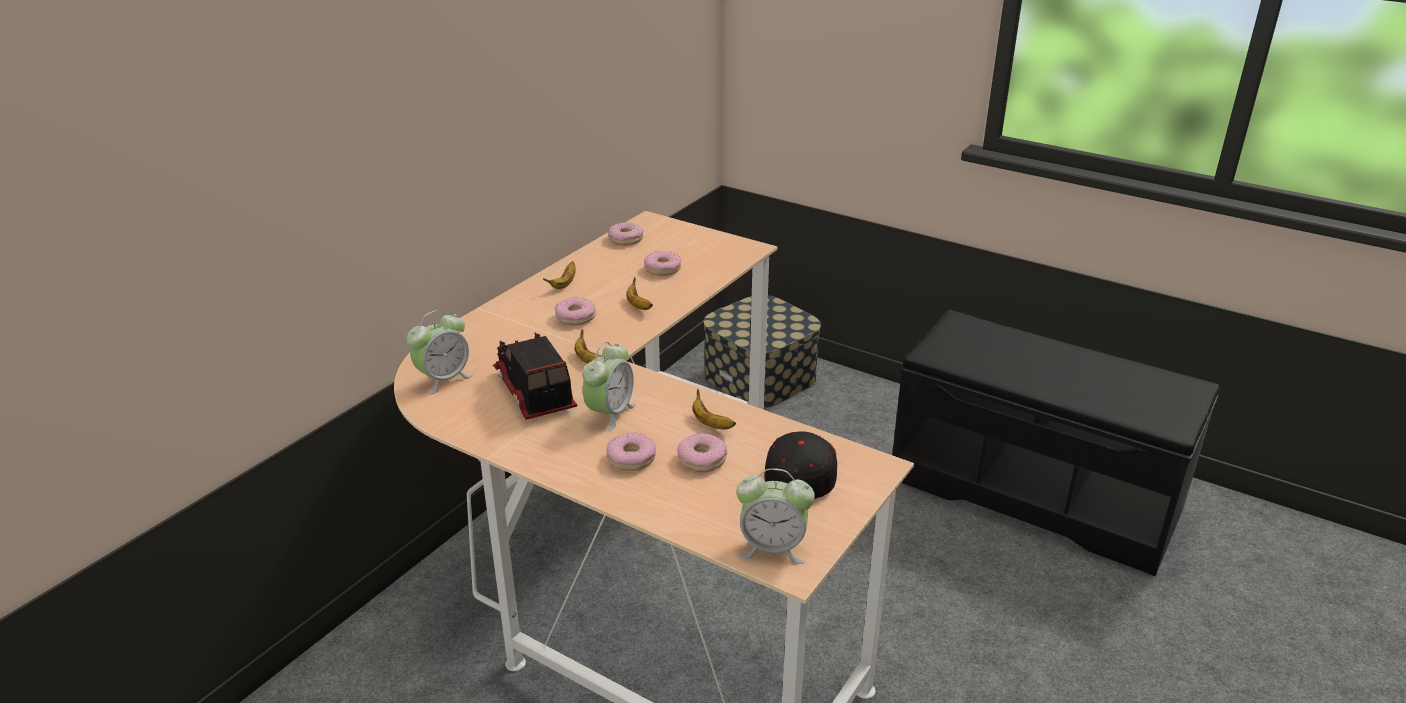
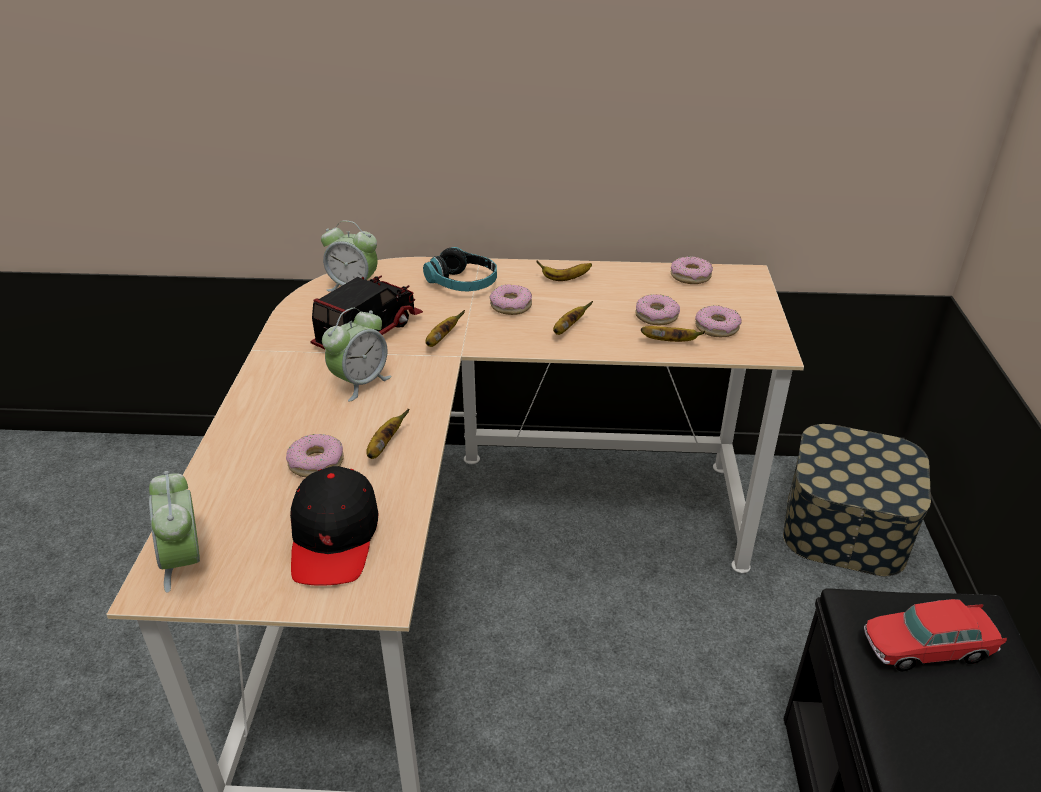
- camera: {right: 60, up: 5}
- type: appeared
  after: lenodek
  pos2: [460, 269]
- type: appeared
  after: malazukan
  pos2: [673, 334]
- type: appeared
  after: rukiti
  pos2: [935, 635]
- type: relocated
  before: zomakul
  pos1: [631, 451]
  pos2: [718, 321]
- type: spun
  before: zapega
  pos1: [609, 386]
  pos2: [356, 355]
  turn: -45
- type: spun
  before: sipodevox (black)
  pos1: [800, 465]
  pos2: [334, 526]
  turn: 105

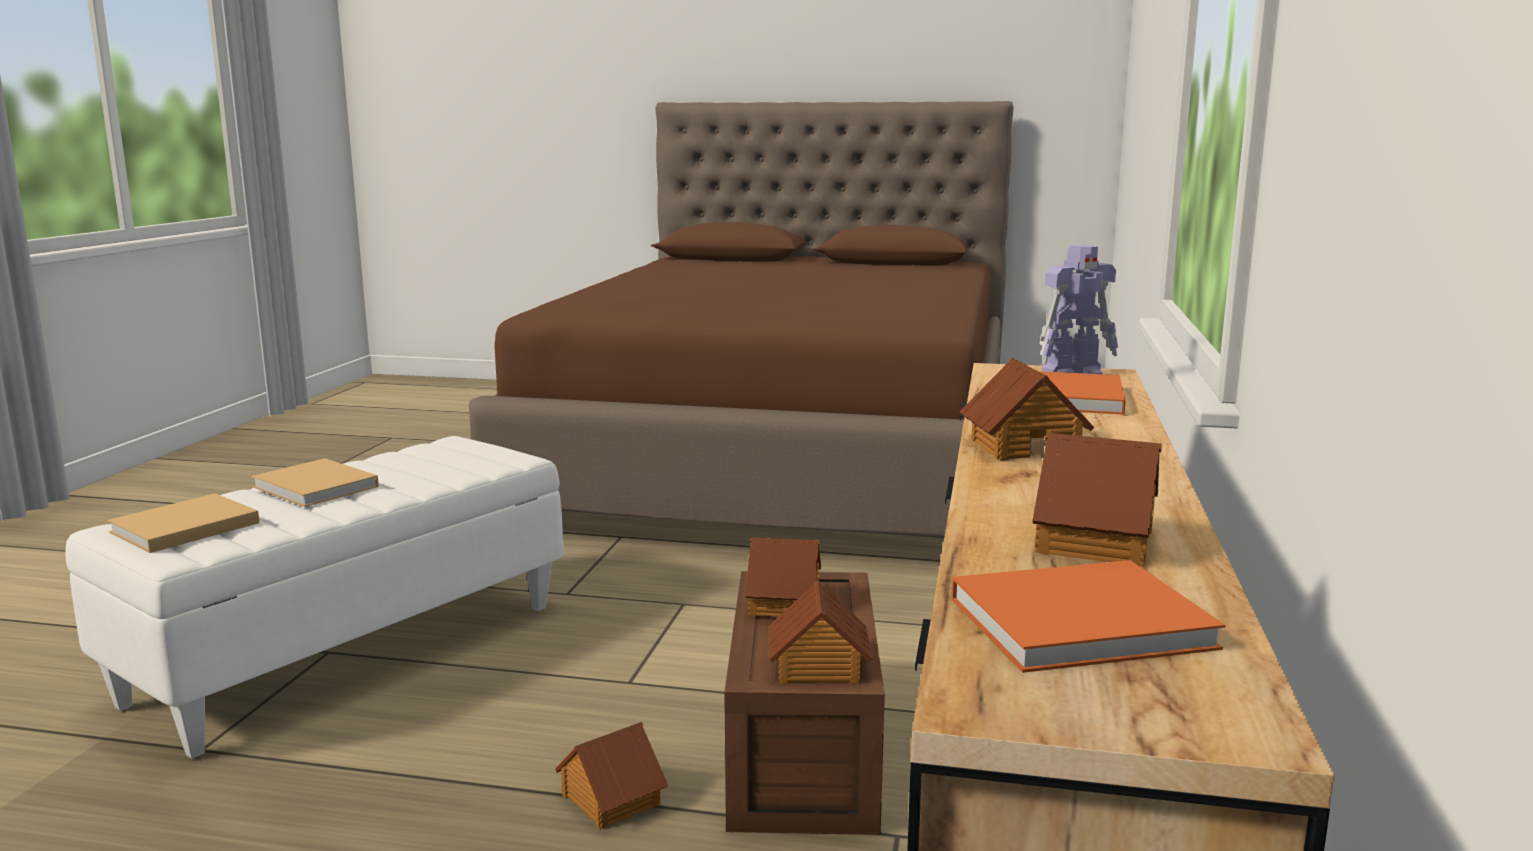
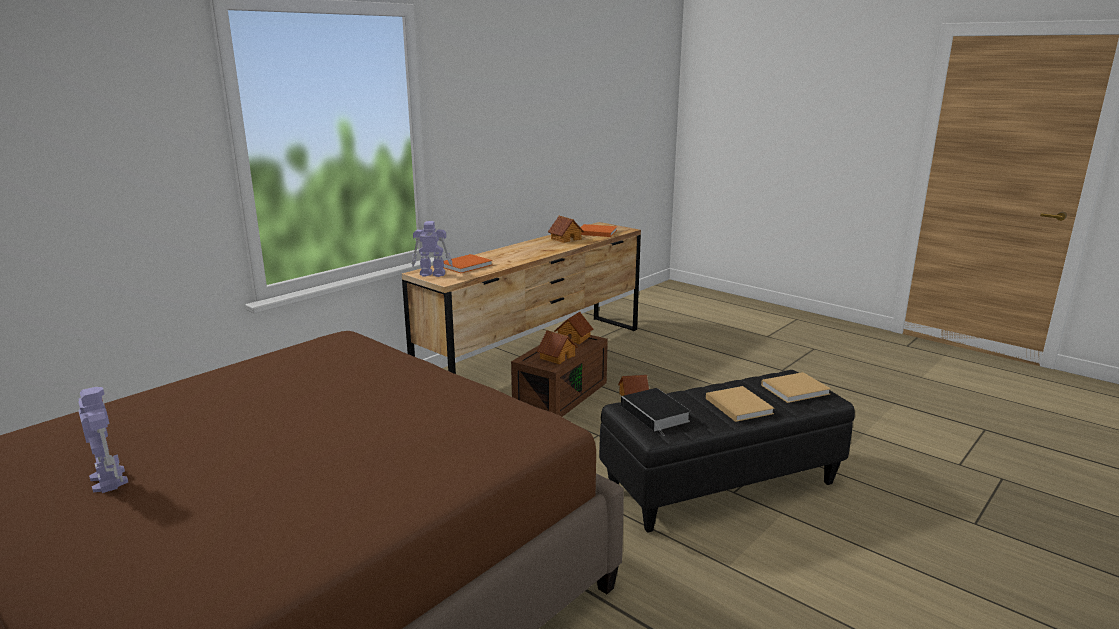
- camera: {right: -150, up: 5}
- type: missing
  before: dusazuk
  pos1: [1027, 409]
- type: appeared
  after: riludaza
  pos2: [103, 440]
- type: appeared
  after: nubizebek
  pos2: [656, 412]
- type: colour
  before: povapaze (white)
  after: povapaze (black)
  pos1: [315, 597]
  pos2: [727, 451]

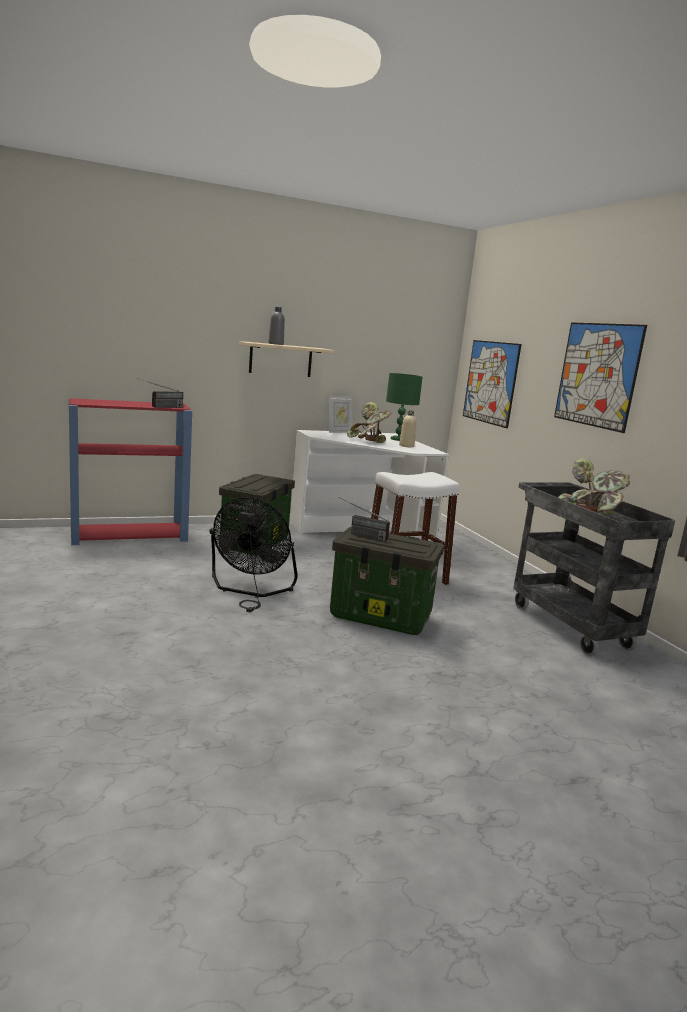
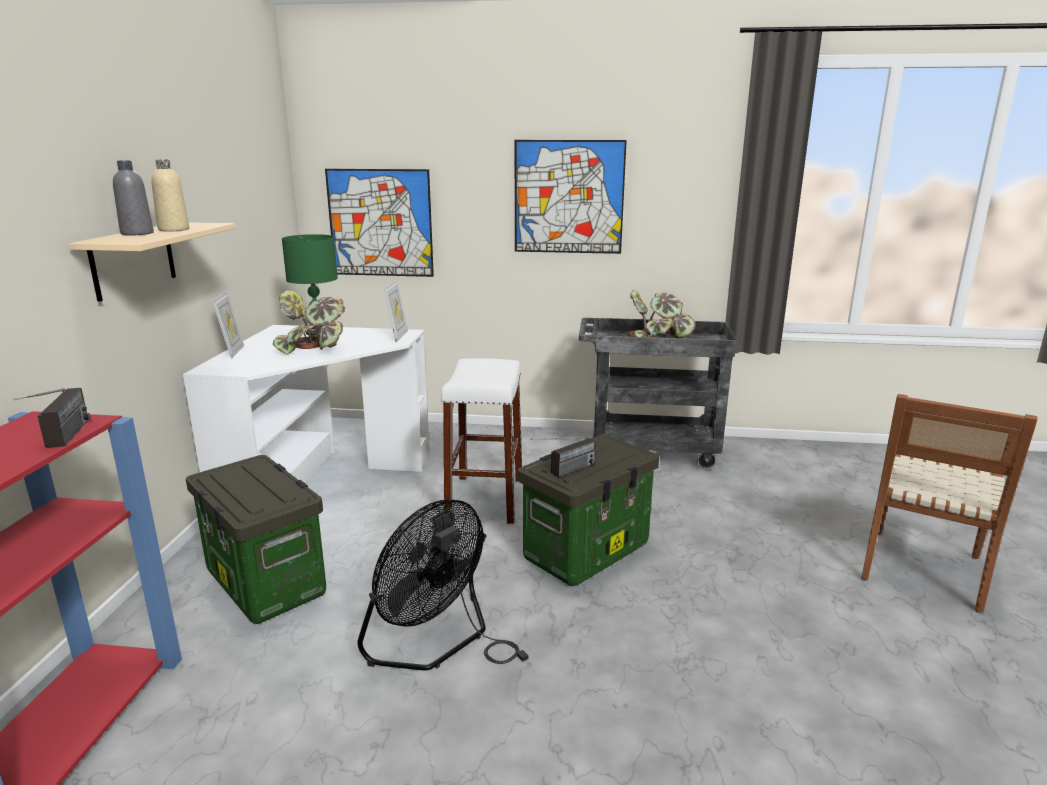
- camera: {right: -60, up: 5}
- type: appeared
  after: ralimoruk
  pos2: [395, 311]
- type: appeared
  after: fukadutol
  pos2: [949, 503]
- type: relocated
  before: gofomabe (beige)
  pos1: [408, 428]
  pos2: [170, 195]

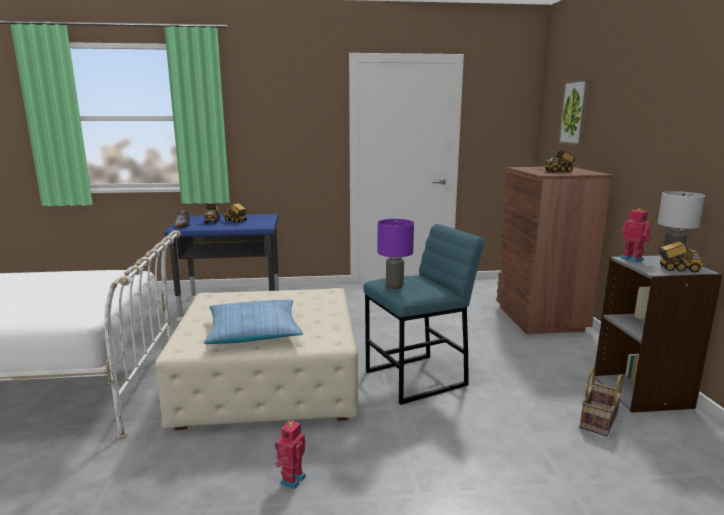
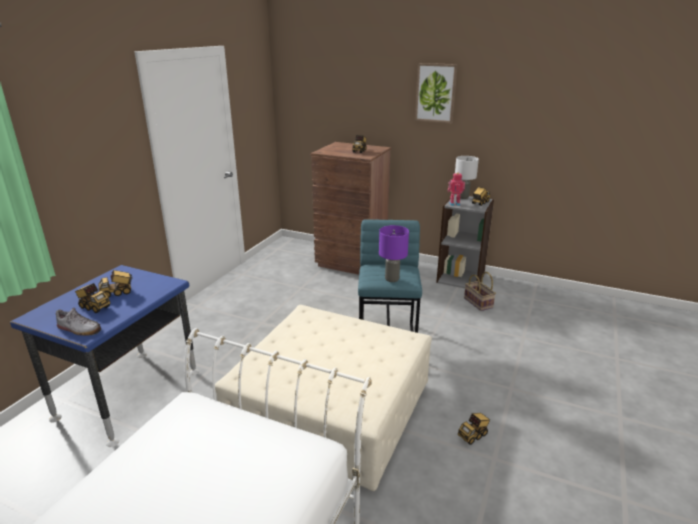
- camera: {right: -60, up: 10}
- type: missing
  before: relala
  pos1: [253, 322]
- type: relocated
  before: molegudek
  pos1: [574, 112]
  pos2: [436, 93]
- type: exchanged
  before: riludaza
  after: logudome
  pos1: [290, 454]
  pos2: [474, 429]

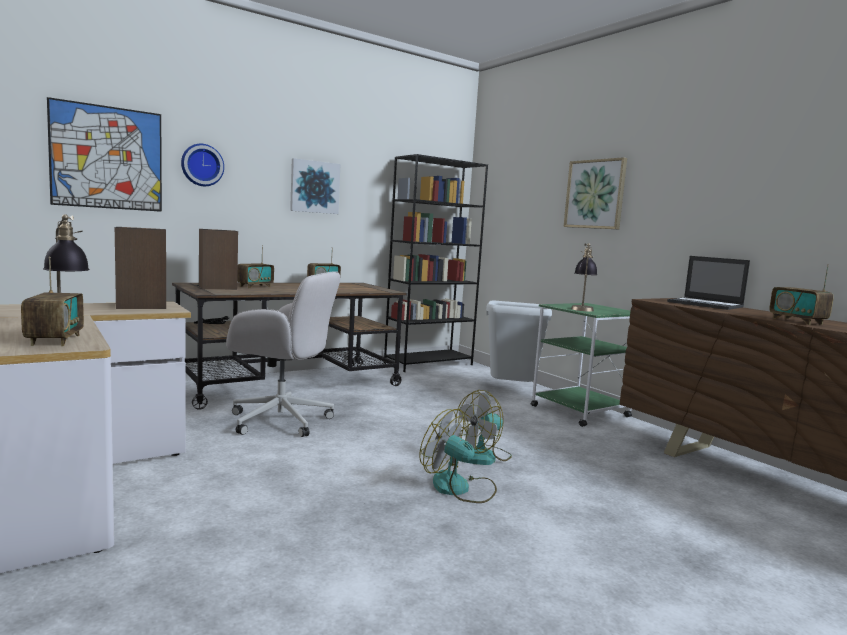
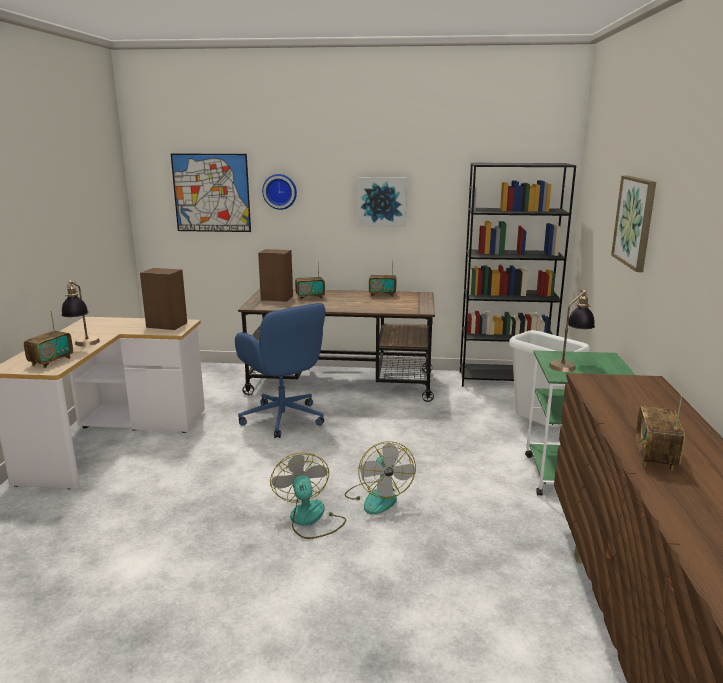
- camera: {right: 40, up: 10}
- type: missing
  before: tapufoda
  pos1: [708, 283]
- type: colour
  before: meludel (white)
  after: meludel (blue)
  pos1: [283, 354]
  pos2: [280, 370]
- type: spun
  before: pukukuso
  pos1: [483, 427]
  pos2: [380, 477]
  turn: -105

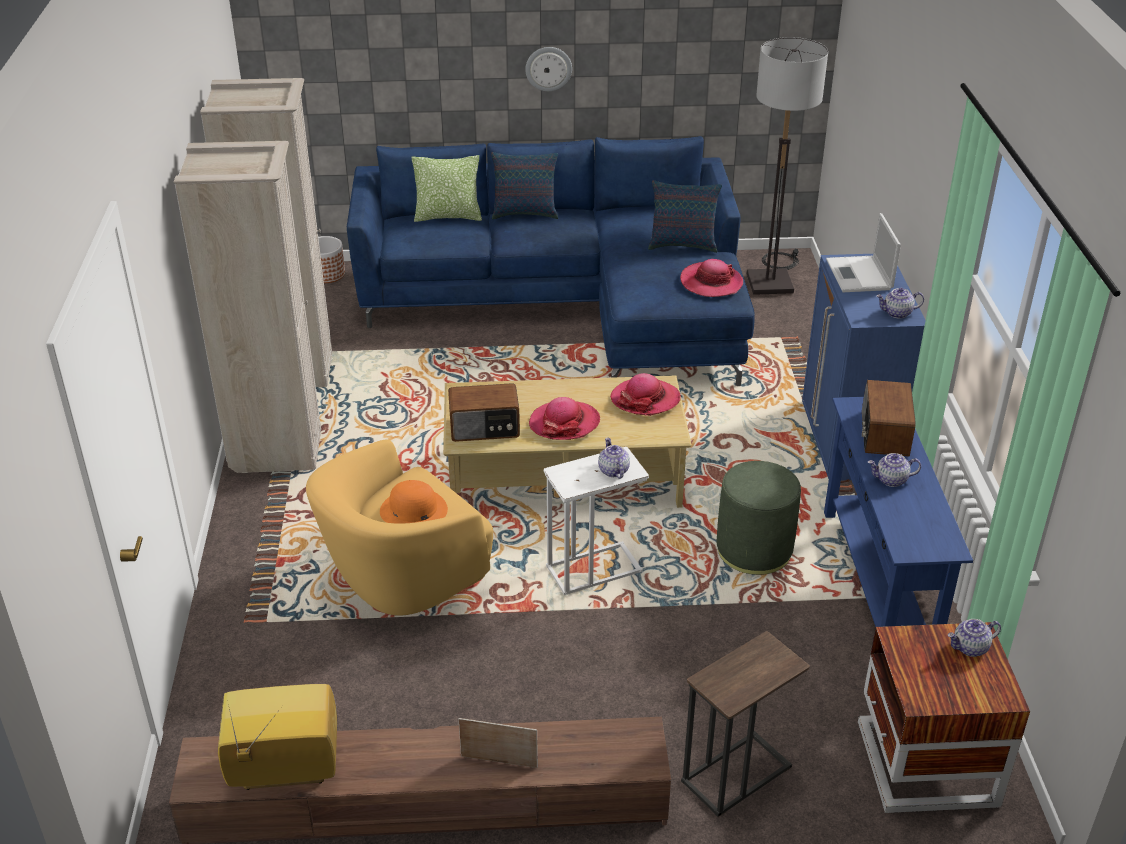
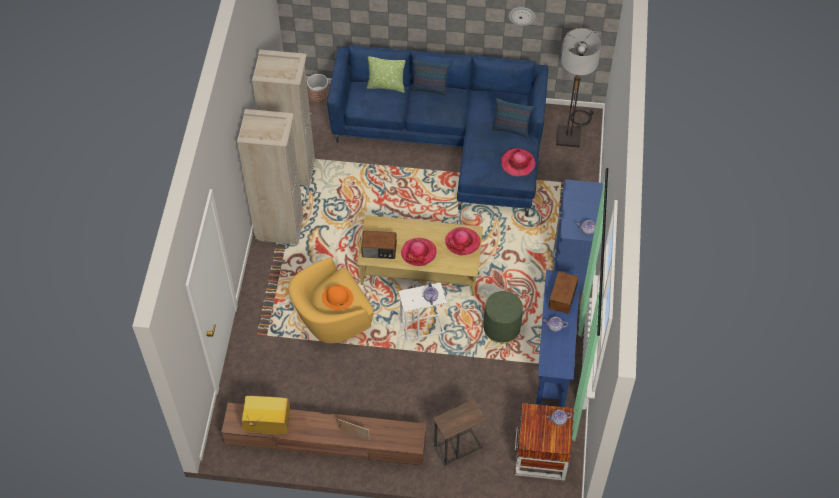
- camera: {right: 10, up: 20}
- type: missing
  before: tapufoda
  pos1: [863, 252]
- type: relocated
  before: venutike
  pos1: [548, 69]
  pos2: [522, 16]

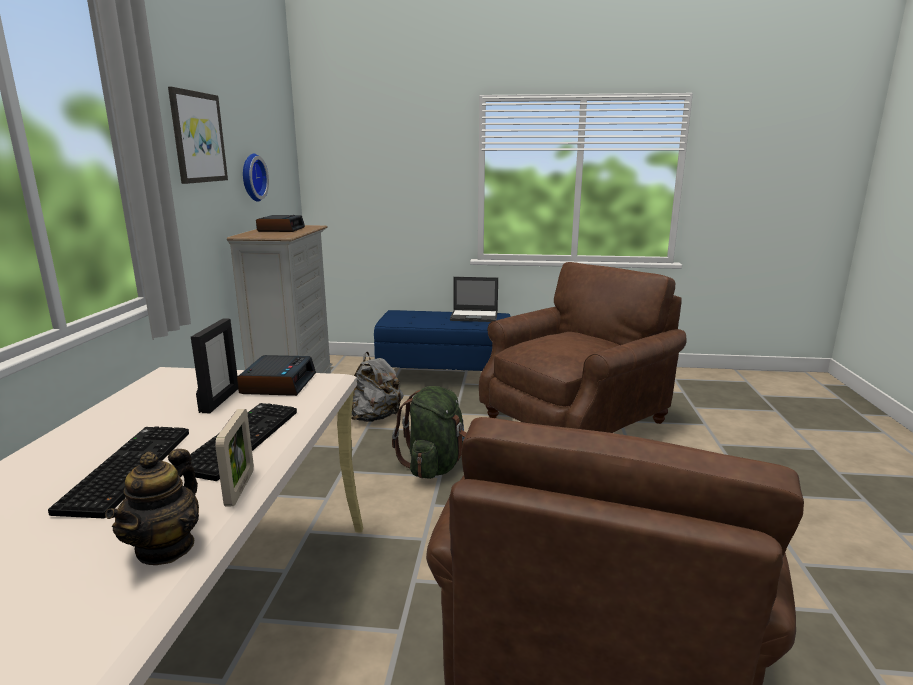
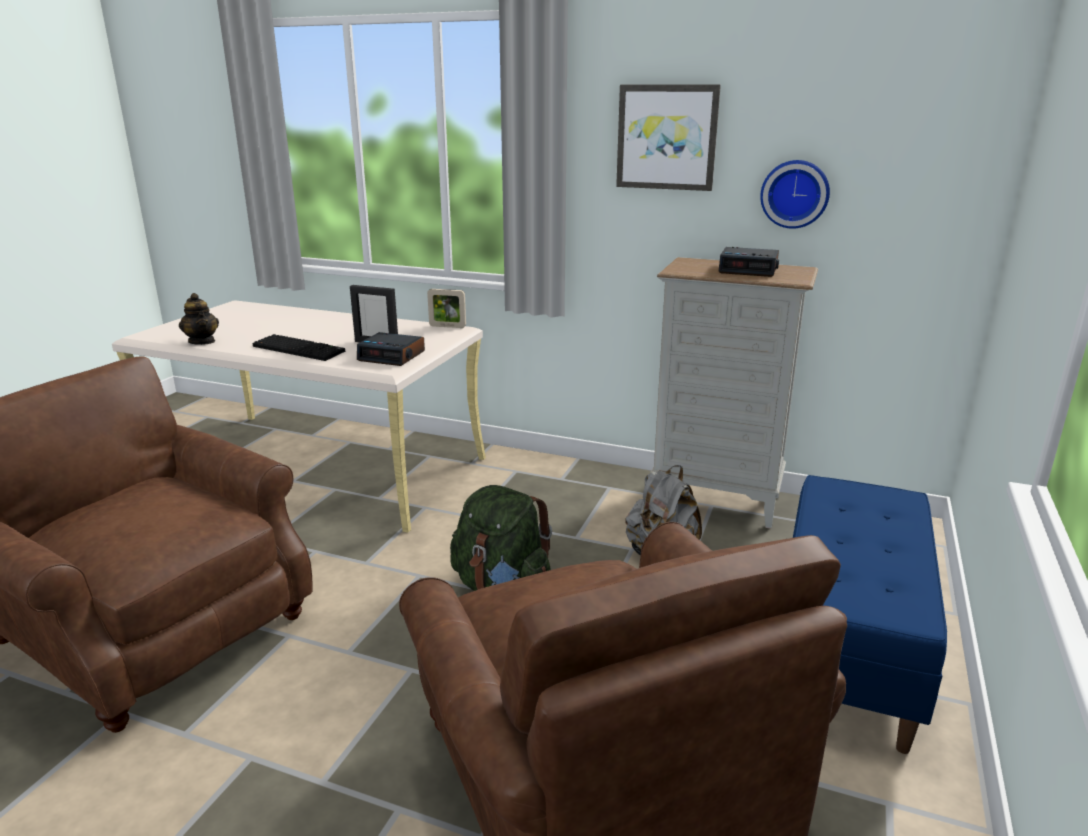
- camera: {right: 105, up: 5}
- type: missing
  before: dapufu
  pos1: [118, 472]
- type: missing
  before: tapufoda
  pos1: [474, 299]
- type: relocated
  before: ralimoruk
  pos1: [234, 458]
  pos2: [446, 308]
- type: spun
  before: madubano
  pos1: [152, 507]
  pos2: [199, 319]
  turn: -150

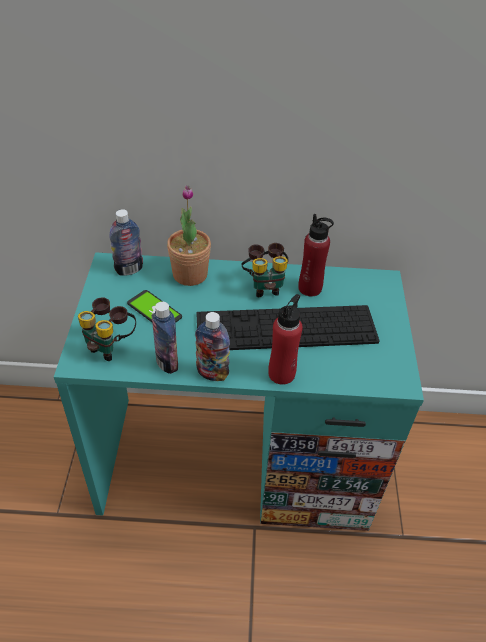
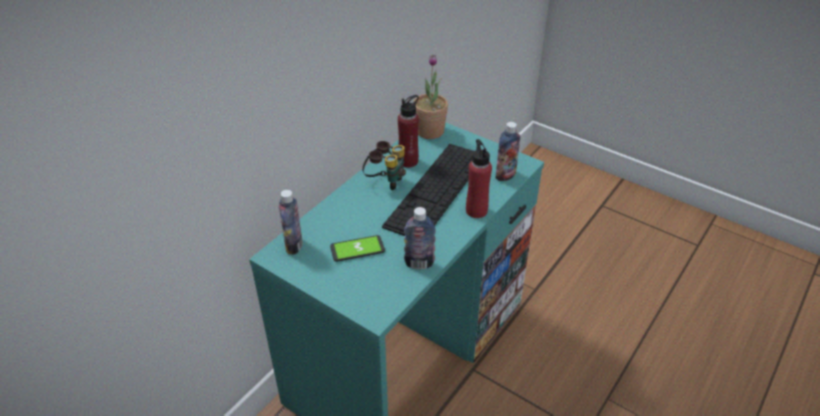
- camera: {right: -55, up: -5}
- type: missing
  before: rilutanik
  pos1: [107, 329]
- type: relocated
  before: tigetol
  pos1: [189, 235]
  pos2: [431, 97]
- type: relocated
  before: gofomabe
  pos1: [212, 346]
  pos2: [508, 151]

